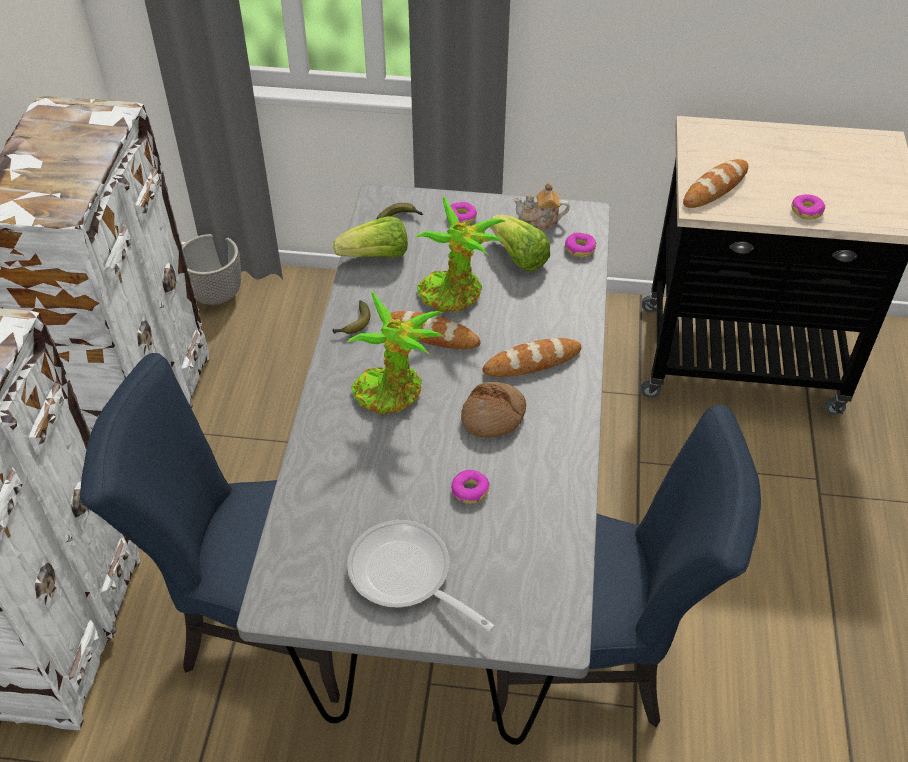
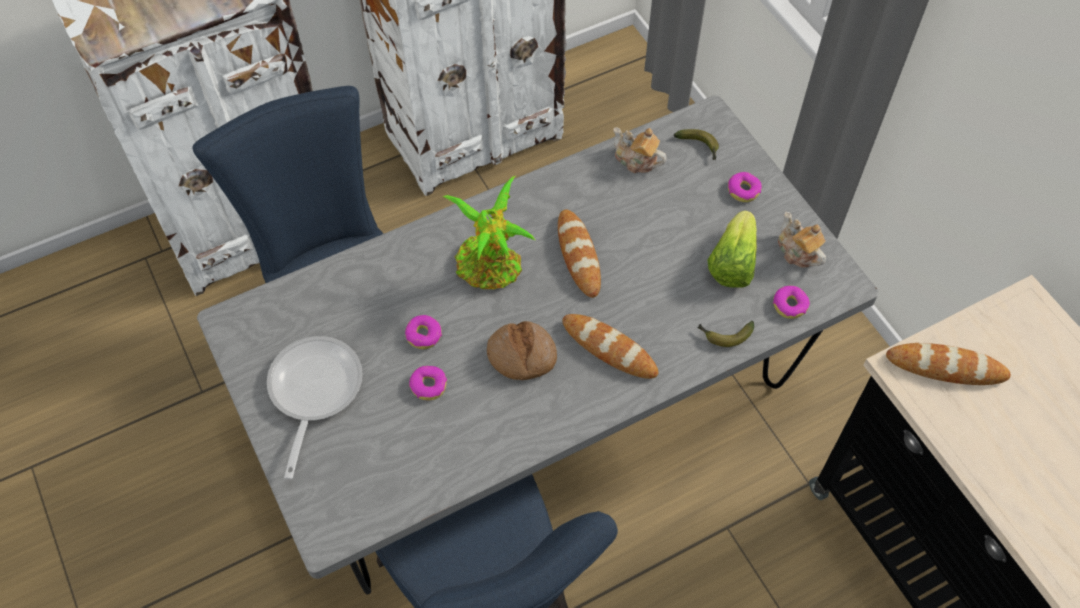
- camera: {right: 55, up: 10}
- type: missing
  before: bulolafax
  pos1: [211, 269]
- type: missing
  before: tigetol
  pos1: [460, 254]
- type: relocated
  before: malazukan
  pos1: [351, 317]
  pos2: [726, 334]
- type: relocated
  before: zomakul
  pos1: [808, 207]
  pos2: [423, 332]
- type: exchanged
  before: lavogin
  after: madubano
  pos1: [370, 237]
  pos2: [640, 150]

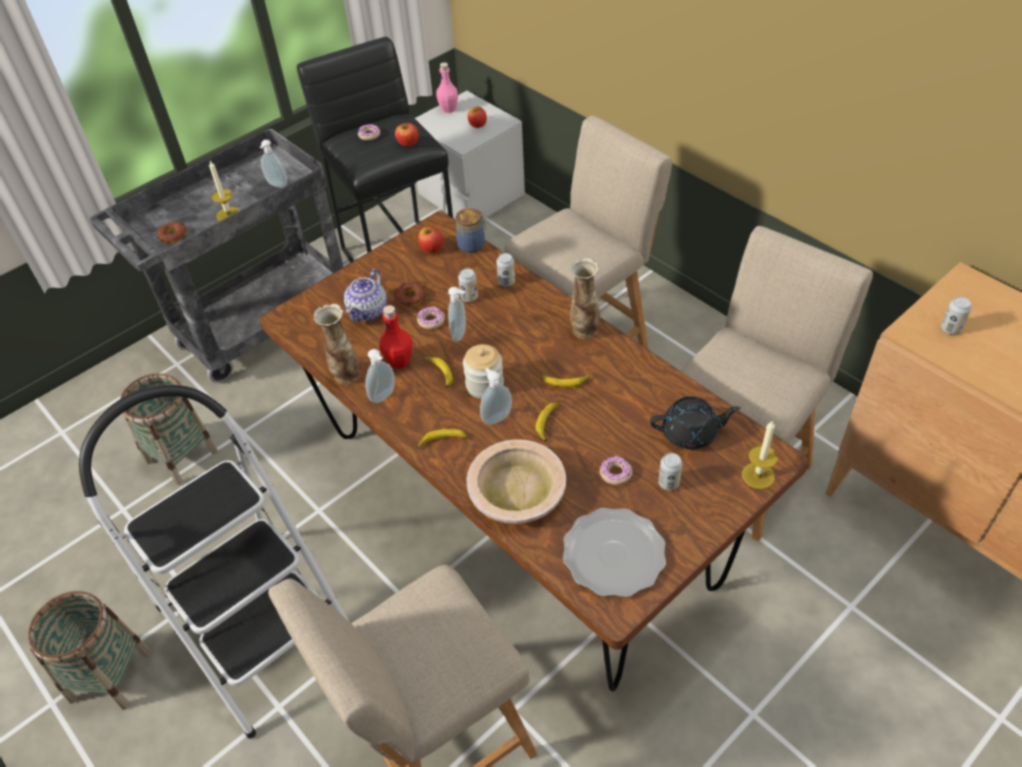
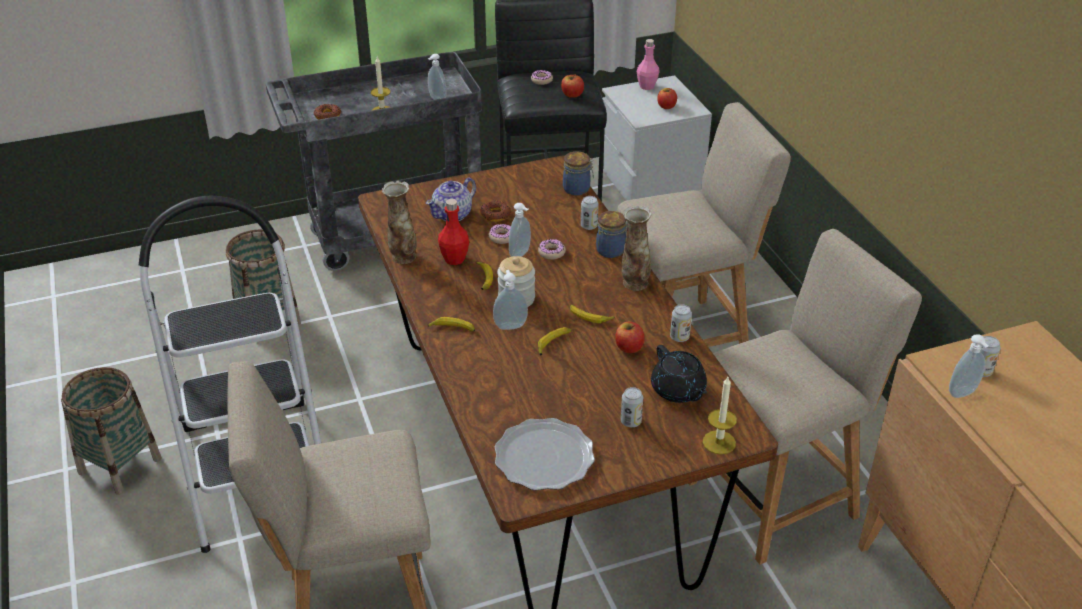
- camera: {right: 20, up: -10}
- type: missing
  before: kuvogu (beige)
  pos1: [516, 481]
- type: appeared
  after: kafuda
  pos2: [612, 234]
- type: relocated
  before: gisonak
  pos1: [380, 376]
  pos2: [969, 366]
- type: relocated
  before: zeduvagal
  pos1: [430, 239]
  pos2: [629, 337]
- type: relocated
  before: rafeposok
  pos1: [468, 285]
  pos2: [681, 323]
- type: relocated
  before: zomakul
  pos1: [616, 470]
  pos2: [552, 249]
- type: spun
  before: madubano (black)
  pos1: [695, 422]
  pos2: [679, 374]
  turn: 45

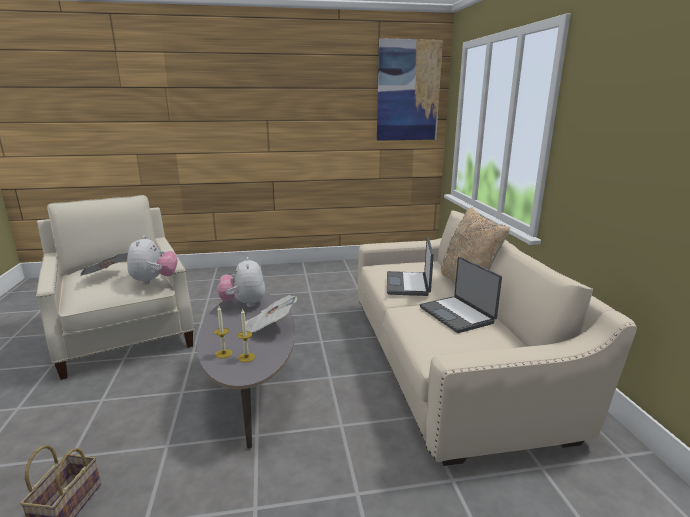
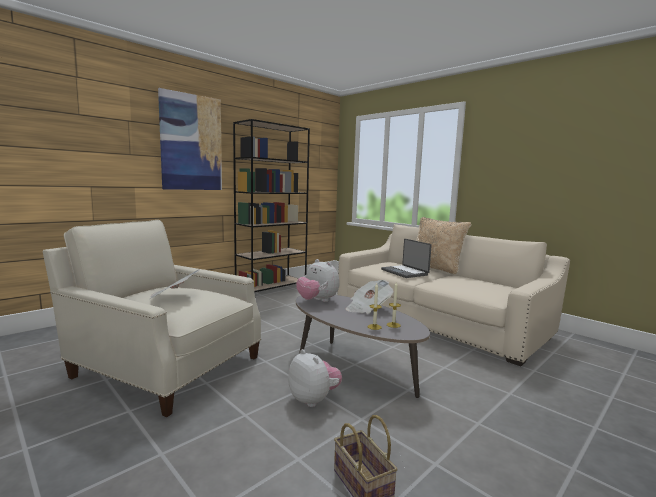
- camera: {right: -35, up: -10}
- type: missing
  before: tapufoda
  pos1: [461, 295]
- type: appeared
  after: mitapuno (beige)
  pos2: [271, 205]
- type: relocated
  before: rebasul
  pos1: [152, 260]
  pos2: [315, 378]
- type: relocated
  before: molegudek
  pos1: [410, 89]
  pos2: [190, 139]

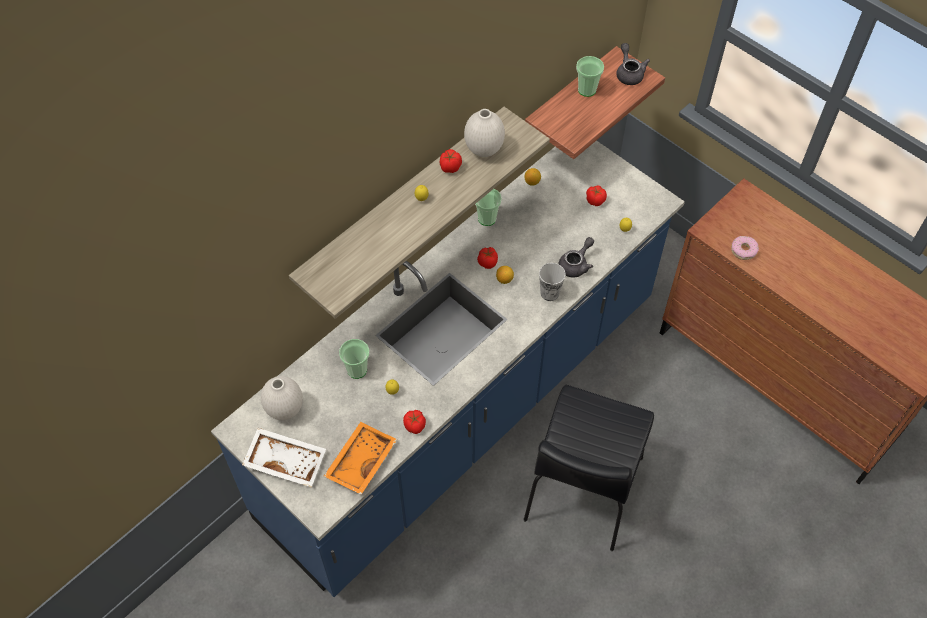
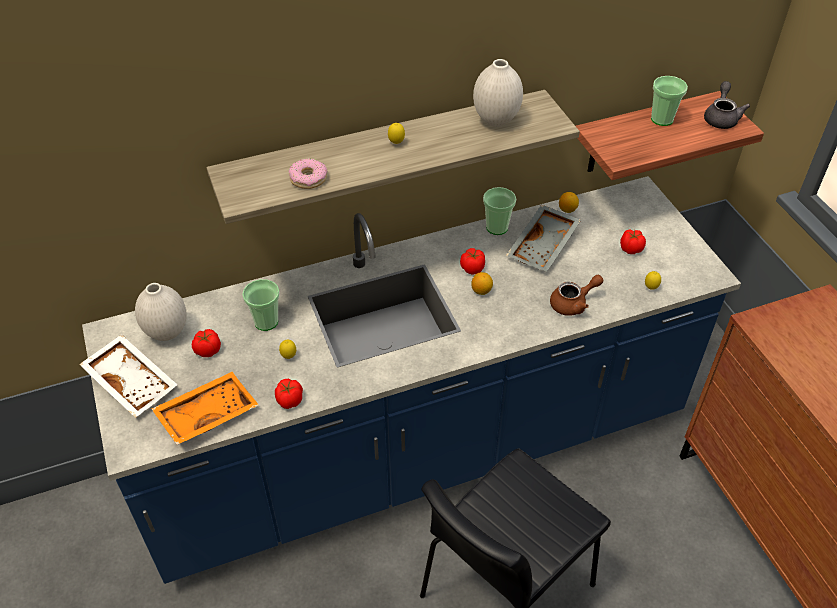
- camera: {right: 25, up: -10}
- type: missing
  before: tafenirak
  pos1: [552, 282]
- type: appeared
  after: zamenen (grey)
  pos2: [543, 238]
- type: relocated
  before: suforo
  pos1: [451, 161]
  pos2: [206, 343]
- type: relocated
  before: zomakul
  pos1: [745, 248]
  pos2: [308, 174]
- type: colour
  before: madubano (grey)
  after: madubano (brown)
  pos1: [576, 257]
  pos2: [576, 295]

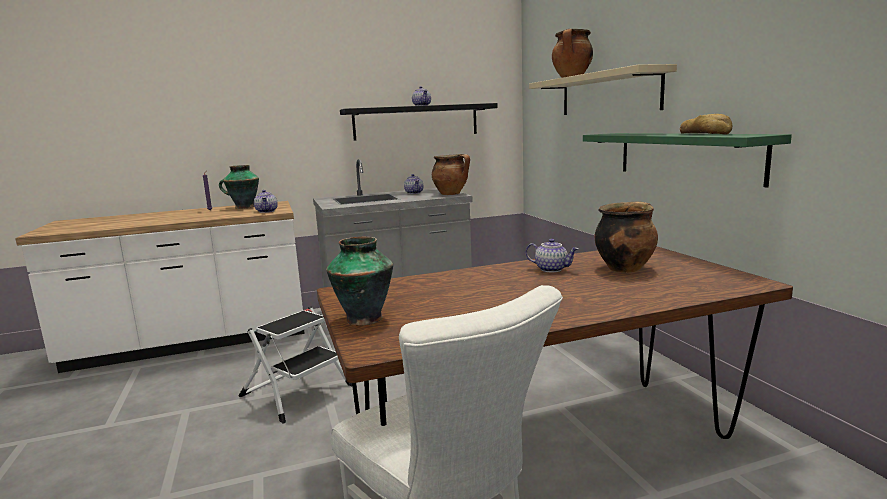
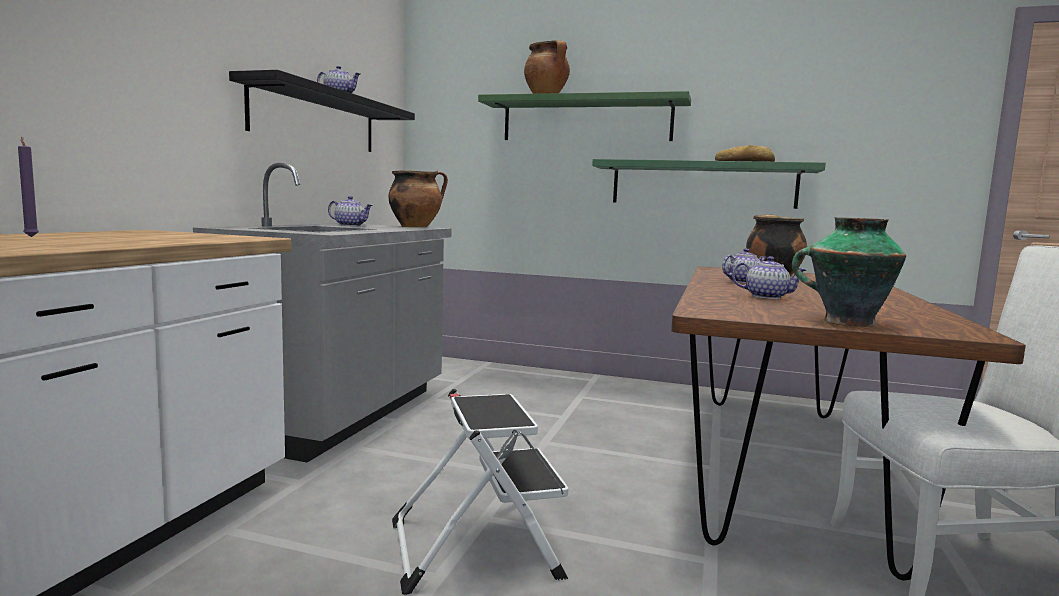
- camera: {right: -55, up: -5}
- type: missing
  before: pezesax
  pos1: [239, 187]
- type: relocated
  before: madubano
  pos1: [266, 201]
  pos2: [769, 277]
- type: colour
  before: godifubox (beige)
  after: godifubox (green)
  pos1: [603, 89]
  pos2: [584, 116]

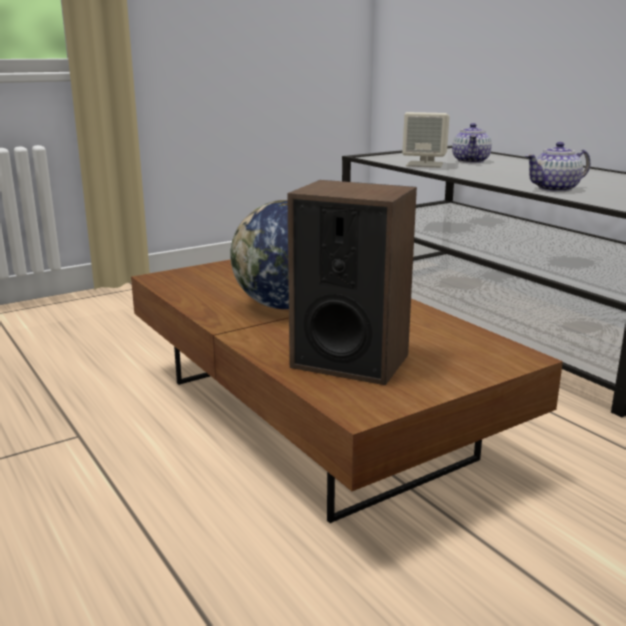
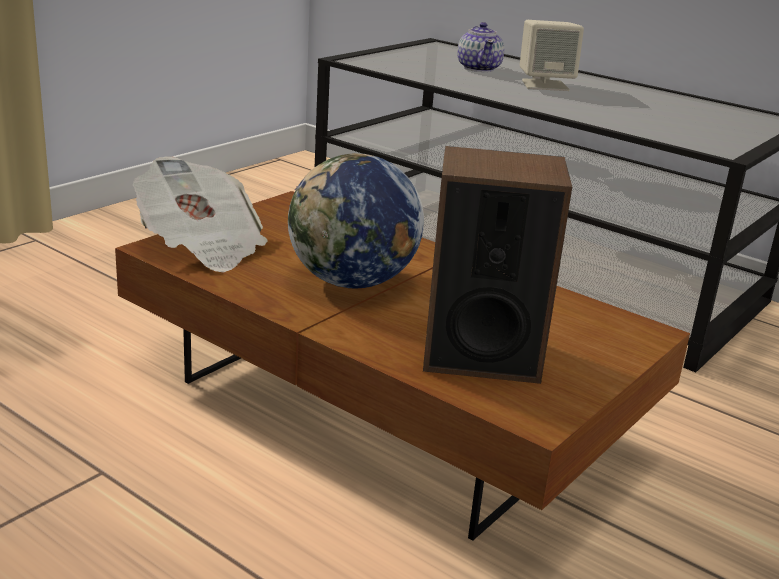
- camera: {right: -20, up: 5}
- type: missing
  before: madubano
  pos1: [557, 167]
- type: appeared
  after: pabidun
  pos2: [200, 214]
- type: relocated
  before: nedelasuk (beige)
  pos1: [425, 140]
  pos2: [552, 55]

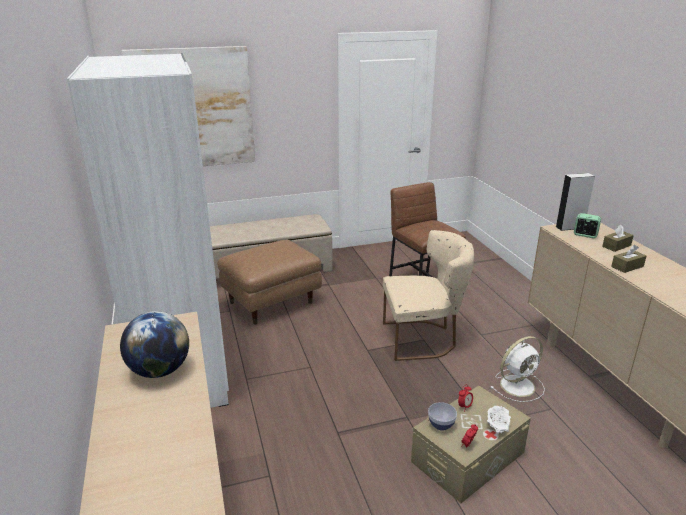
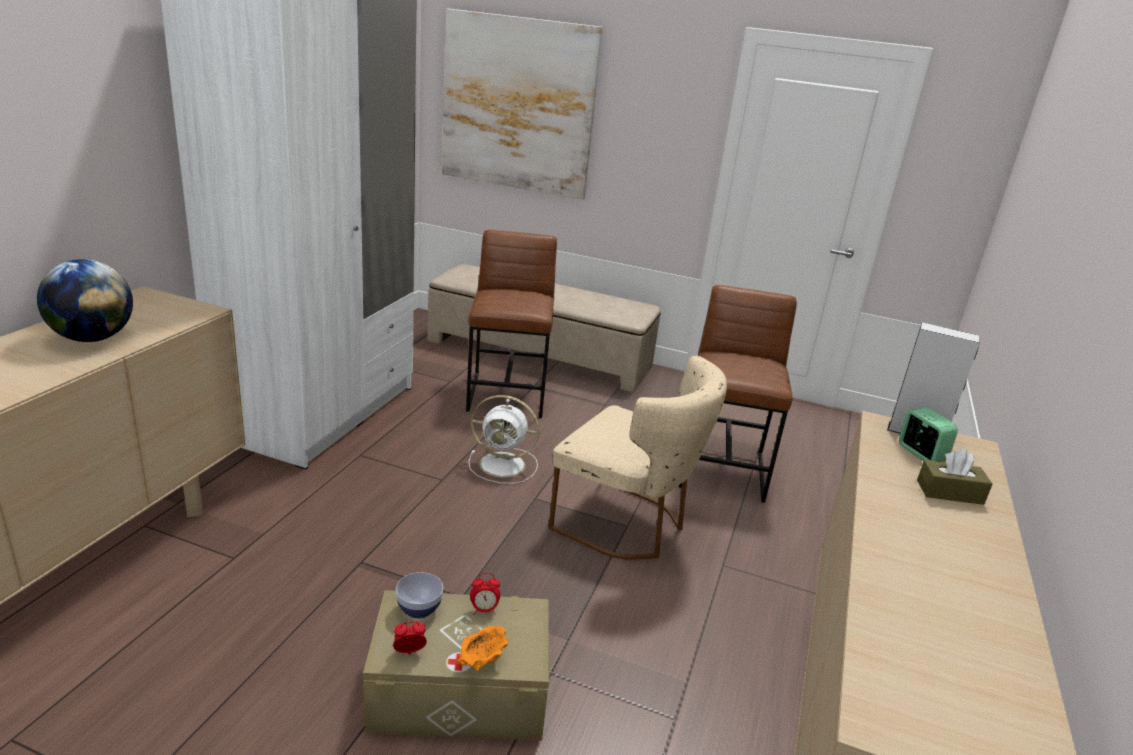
- camera: {right: 35, up: 0}
- type: missing
  before: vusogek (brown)
  pos1: [628, 259]
- type: relocated
  before: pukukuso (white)
  pos1: [517, 369]
  pos2: [504, 439]
- type: exchanged
  before: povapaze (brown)
  after: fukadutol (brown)
  pos1: [269, 282]
  pos2: [511, 324]
- type: colour
  before: kuvogu (white)
  after: kuvogu (orange)
  pos1: [499, 420]
  pos2: [482, 648]

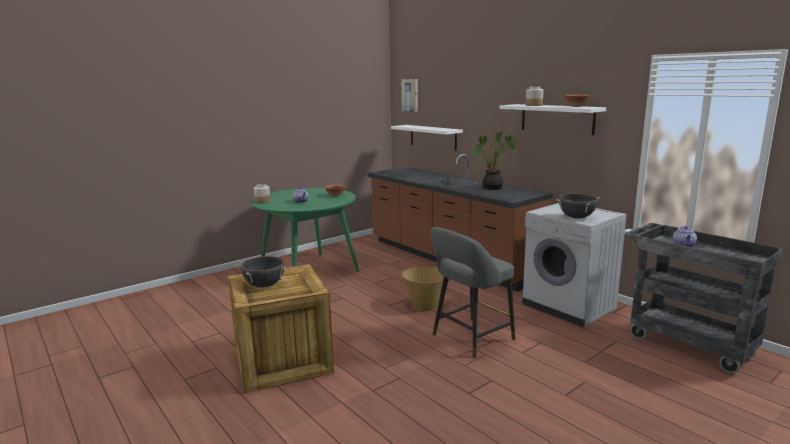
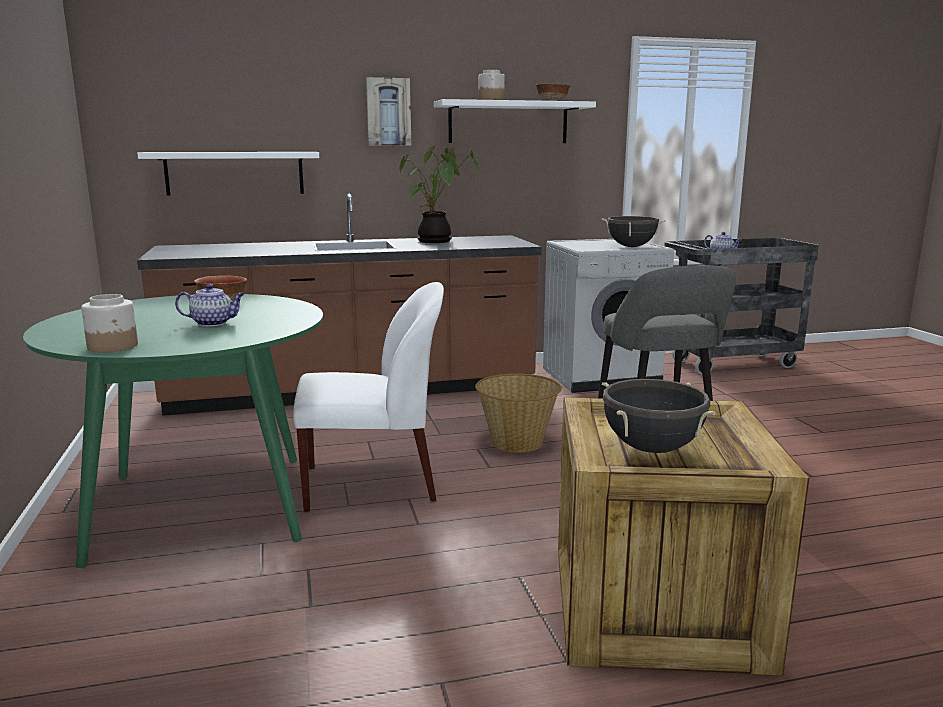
- camera: {right: -65, up: 0}
- type: appeared
  after: fukadutol (white)
  pos2: [368, 397]
- type: relocated
  before: molegudek
  pos1: [409, 95]
  pos2: [388, 111]

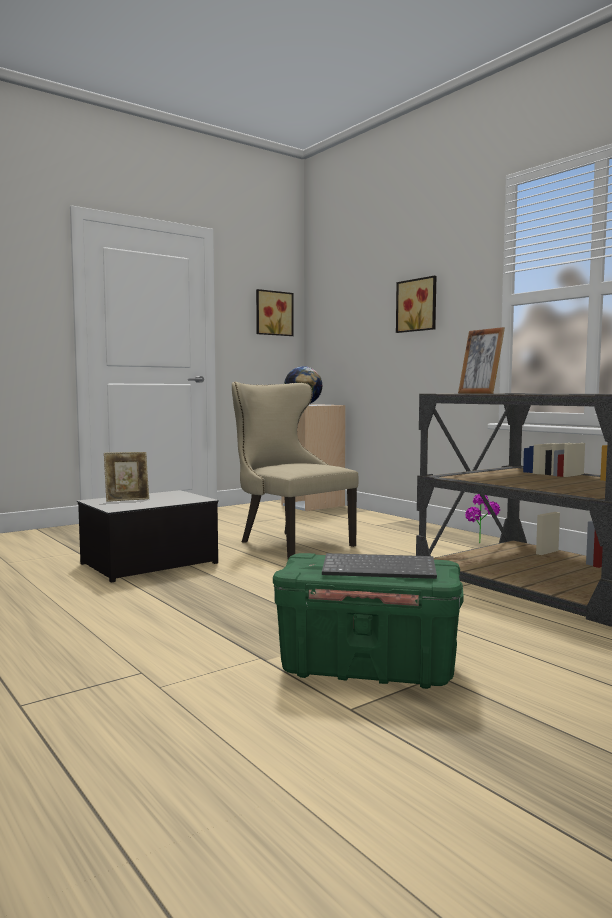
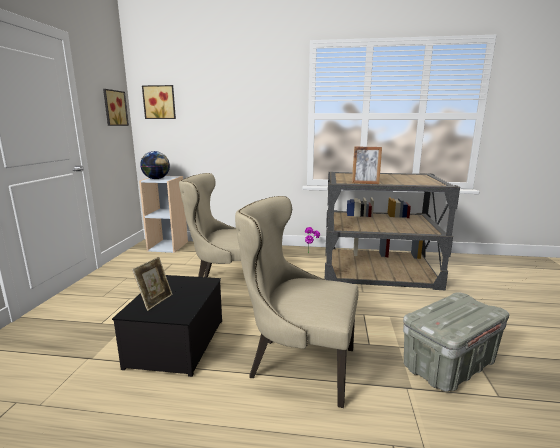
- camera: {right: -45, up: 10}
- type: missing
  before: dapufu
  pos1: [379, 566]
- type: appeared
  after: fukadutol (beige)
  pos2: [297, 302]
- type: relocated
  before: molegudek
  pos1: [416, 304]
  pos2: [159, 102]
- type: colour
  before: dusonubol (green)
  after: dusonubol (grey)
  pos1: [368, 621]
  pos2: [456, 342]

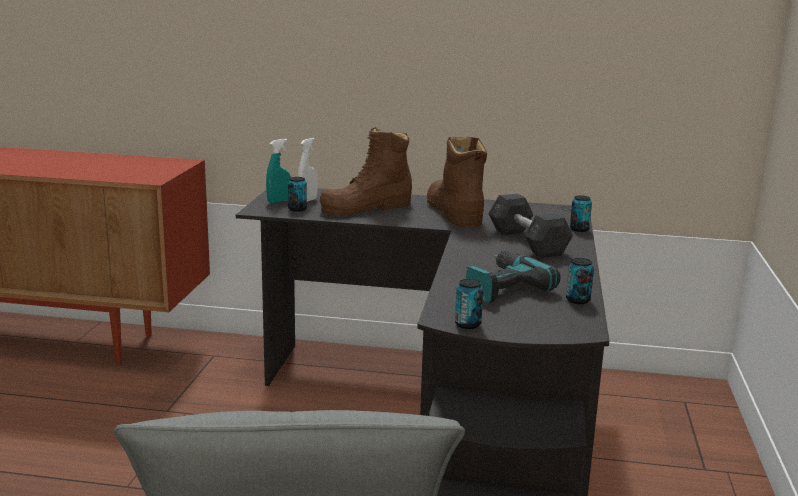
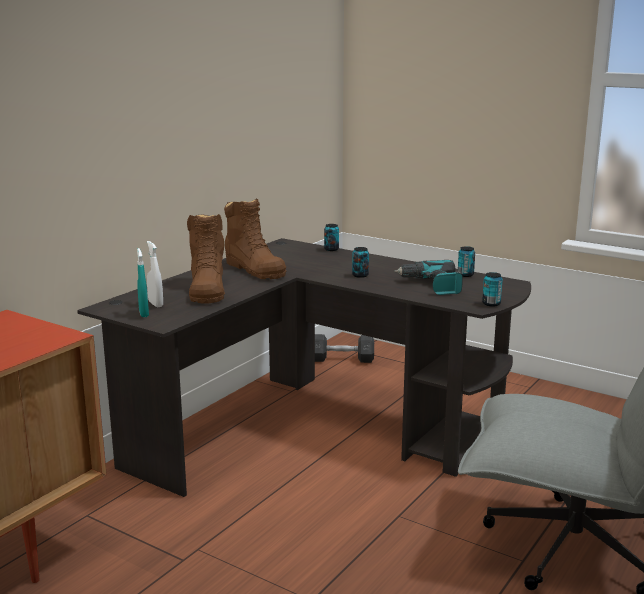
- camera: {right: -65, up: 0}
- type: relocated
  before: rafeposok
  pos1: [297, 194]
  pos2: [360, 262]
- type: relocated
  before: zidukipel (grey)
  pos1: [531, 226]
  pos2: [344, 348]
- type: spun
  before: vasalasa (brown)
  pos1: [457, 182]
  pos2: [255, 239]
  turn: -135

